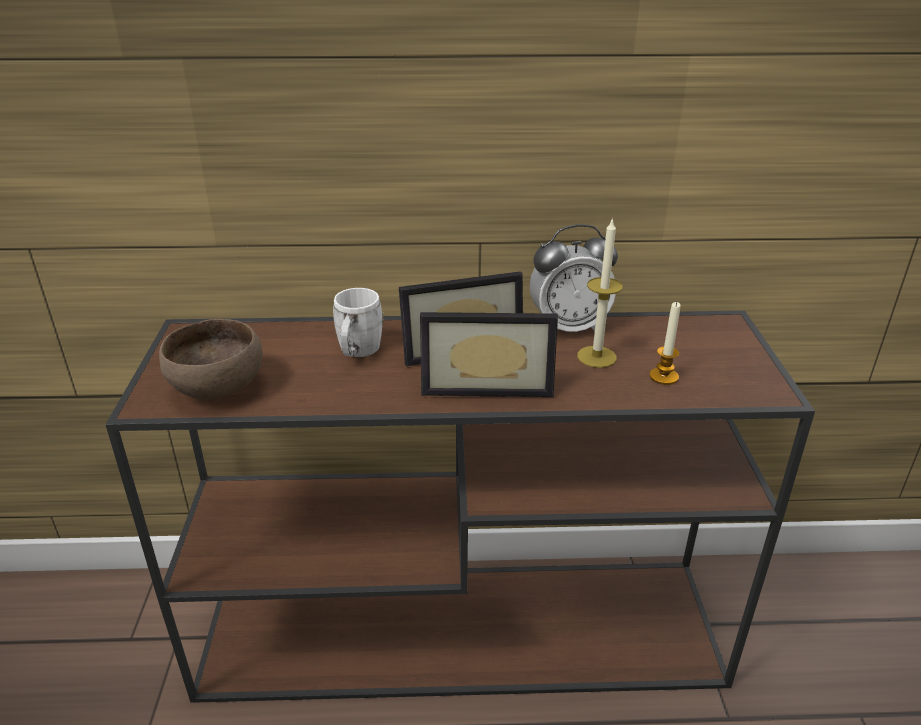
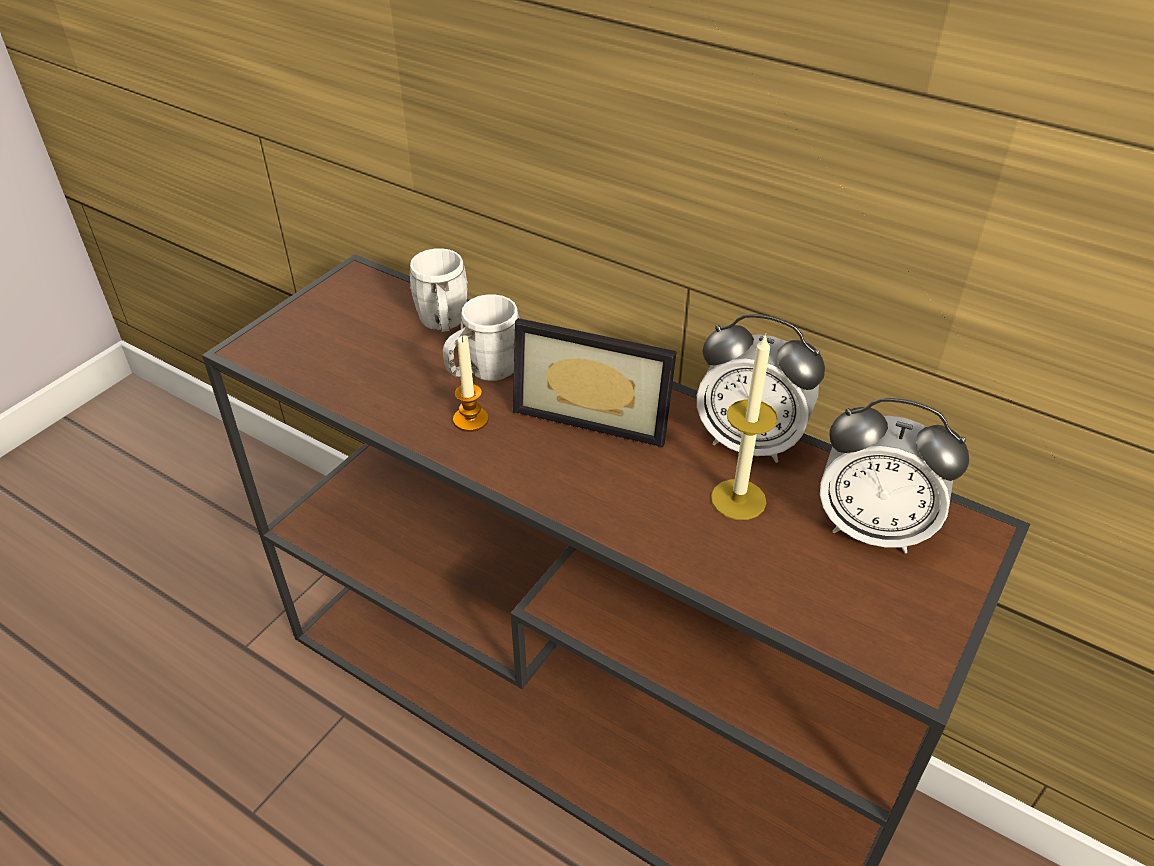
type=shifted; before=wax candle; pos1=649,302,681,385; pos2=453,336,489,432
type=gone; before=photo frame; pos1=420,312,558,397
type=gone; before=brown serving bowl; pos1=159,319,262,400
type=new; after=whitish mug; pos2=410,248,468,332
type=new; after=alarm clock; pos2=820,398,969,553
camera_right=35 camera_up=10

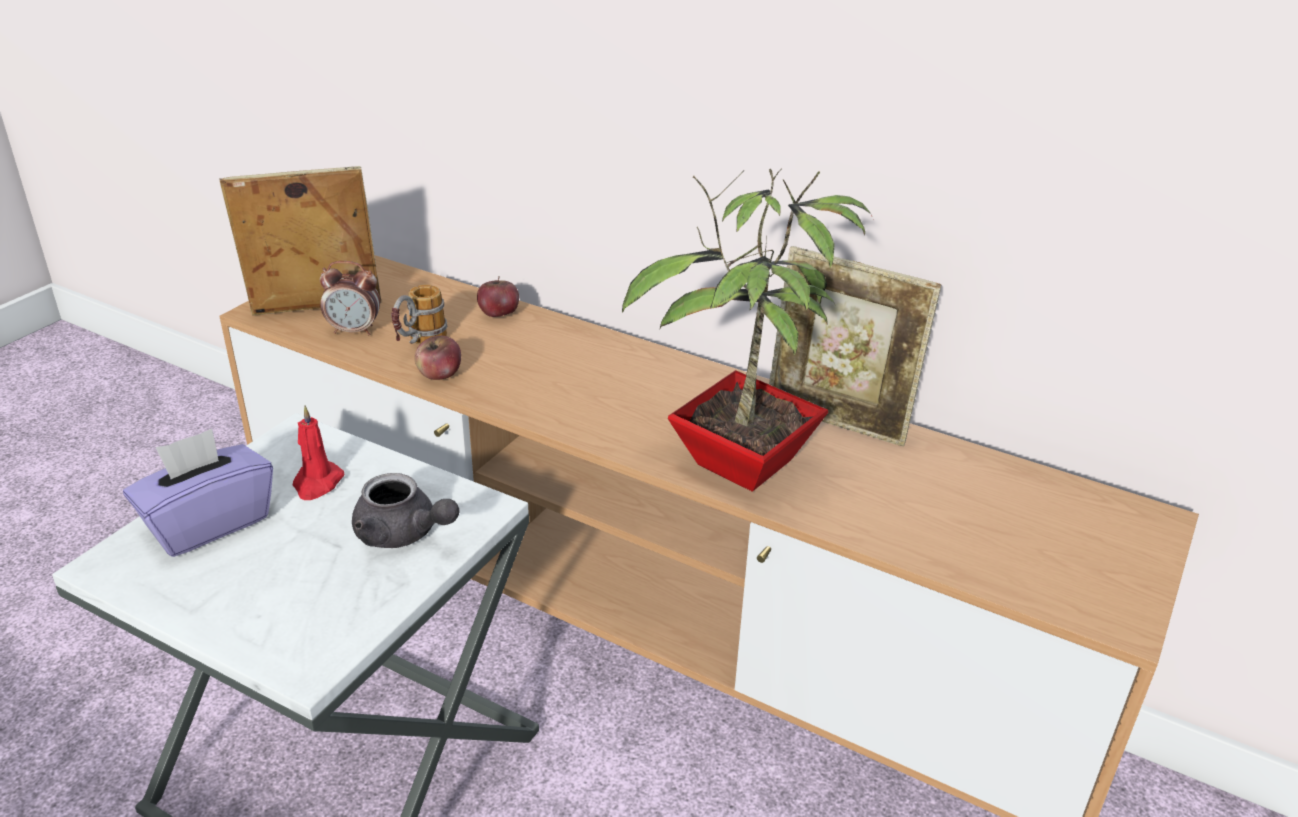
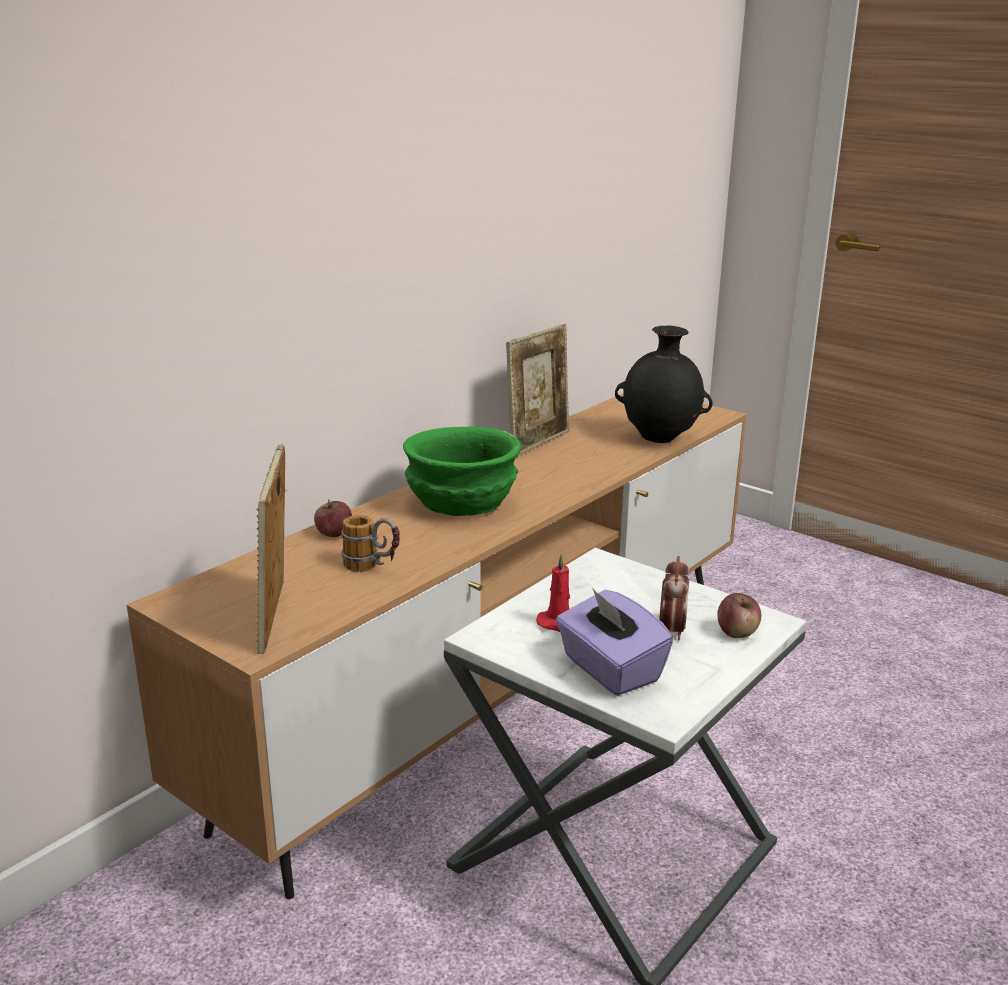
type=gone; before=plant in a pot; pos1=622,169,872,492
type=shifted; before=alarm clock; pos1=320,261,380,335; pos2=659,556,689,640
type=shifted; before=whole apple; pos1=414,336,461,380; pos2=717,593,761,638
type=gone; before=grey tea pot; pos1=352,473,460,548
type=new; after=blackish flower vase; pos2=615,326,713,443
type=new; after=green-coloured serving bowl; pos2=403,427,521,516
camera_right=-80 camera_up=-10

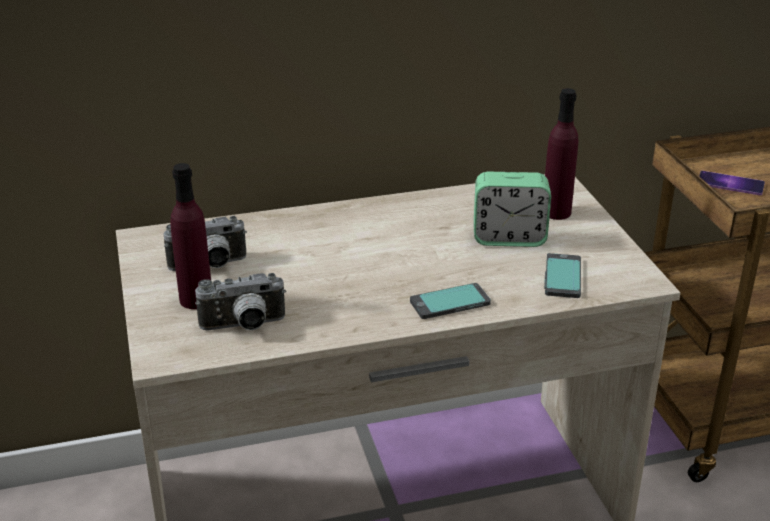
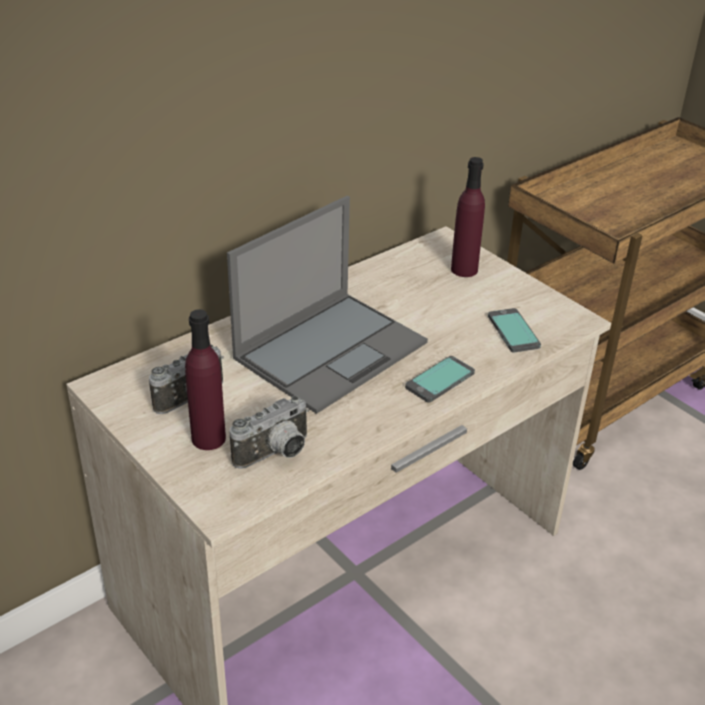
type=gone; before=handset; pos1=699,171,765,195
type=gone; before=alarm clock; pos1=474,172,551,247
type=new; after=portable computer; pos2=227,196,428,414
camera_right=-25 camera_up=5

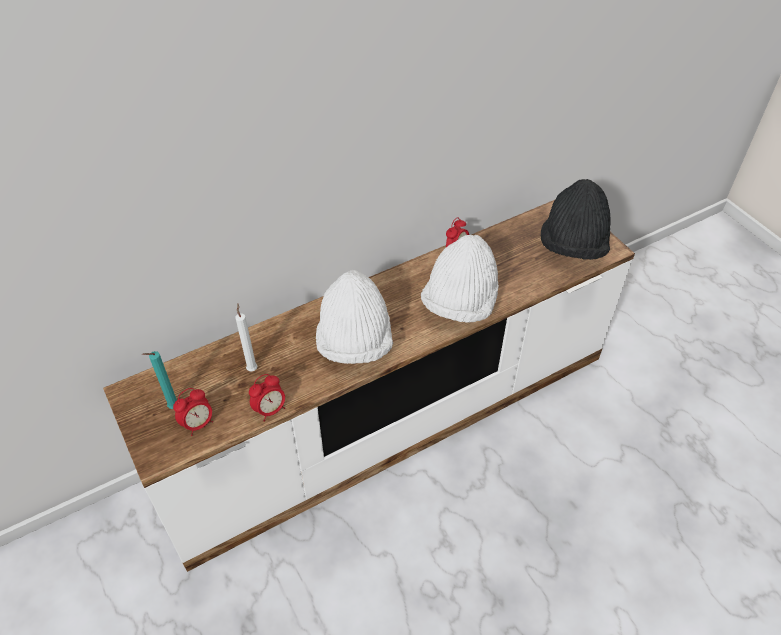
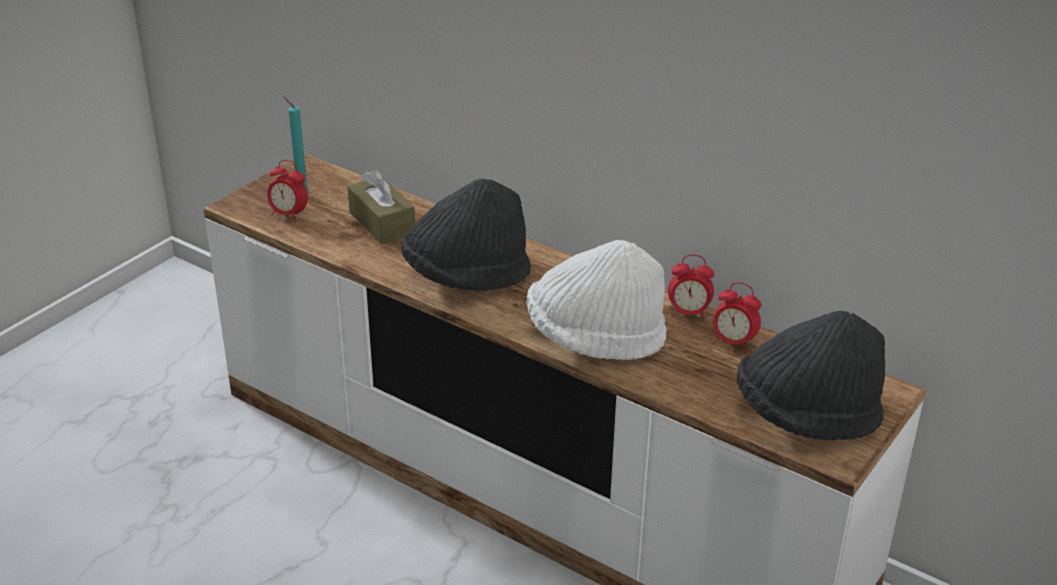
type=repainted; before=whitish wearable hat; after=blackish wearable hat; pos1=316,270,393,364; pos2=402,179,531,291
type=swapped; before=whitish wax candle; after=brown box of tissues; pos1=235,303,258,371; pos2=347,169,415,244
type=shifted; before=alarm clock; pos1=249,374,285,422; pos2=713,282,761,352
camera_right=65 camera_up=-15

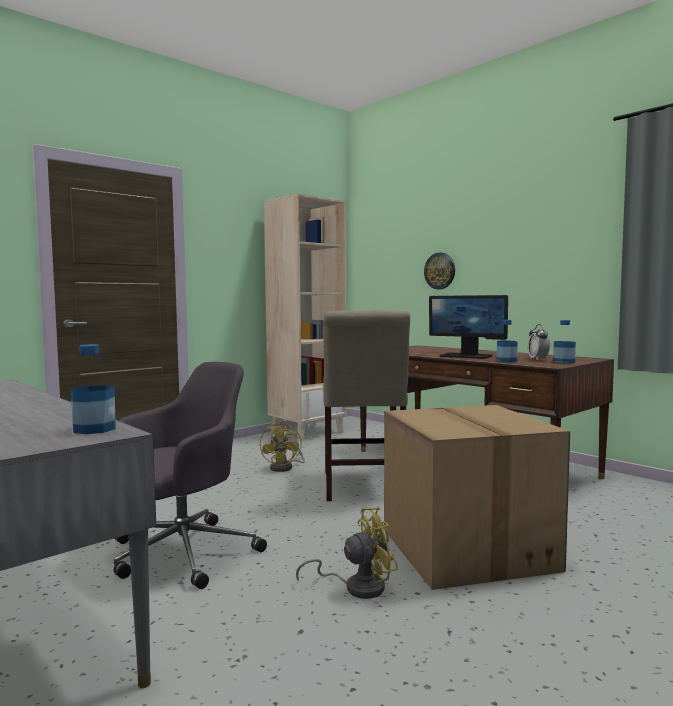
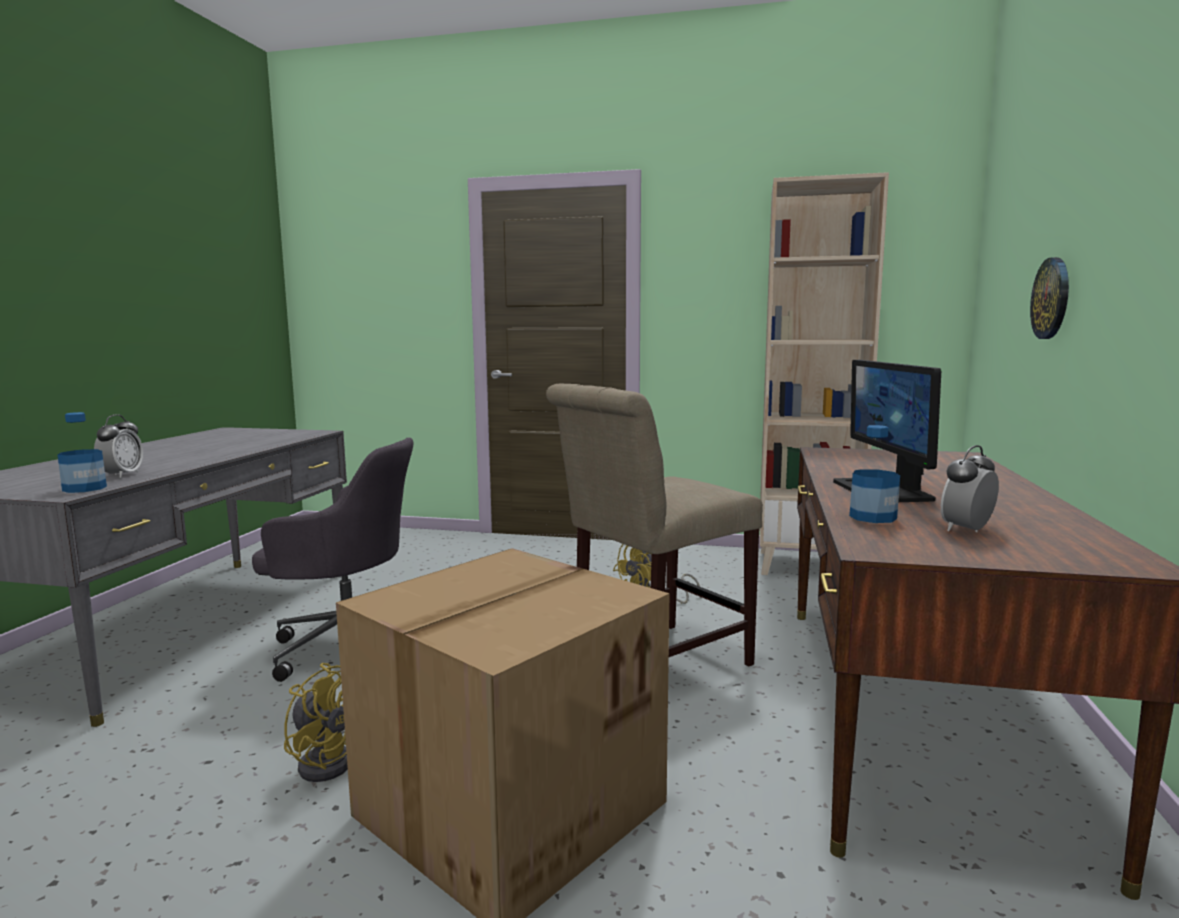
type=gone; before=drink bottle; pos1=553,320,576,363
type=new; after=alarm clock; pos2=94,414,143,478
camera_right=55 camera_up=5

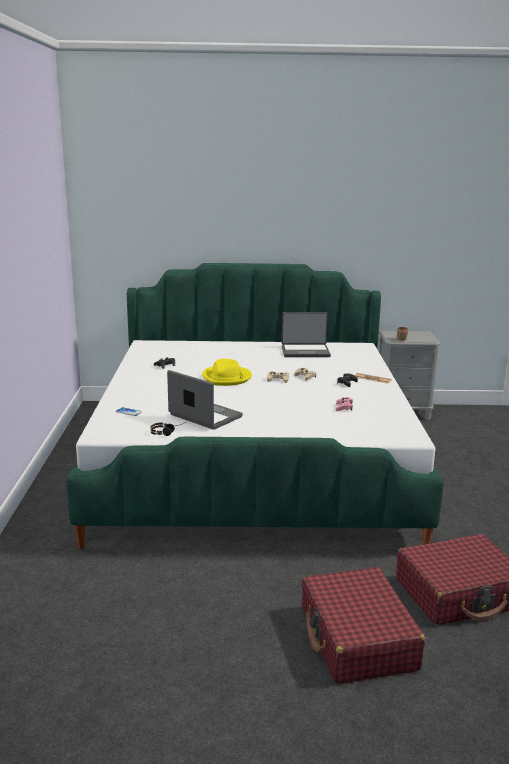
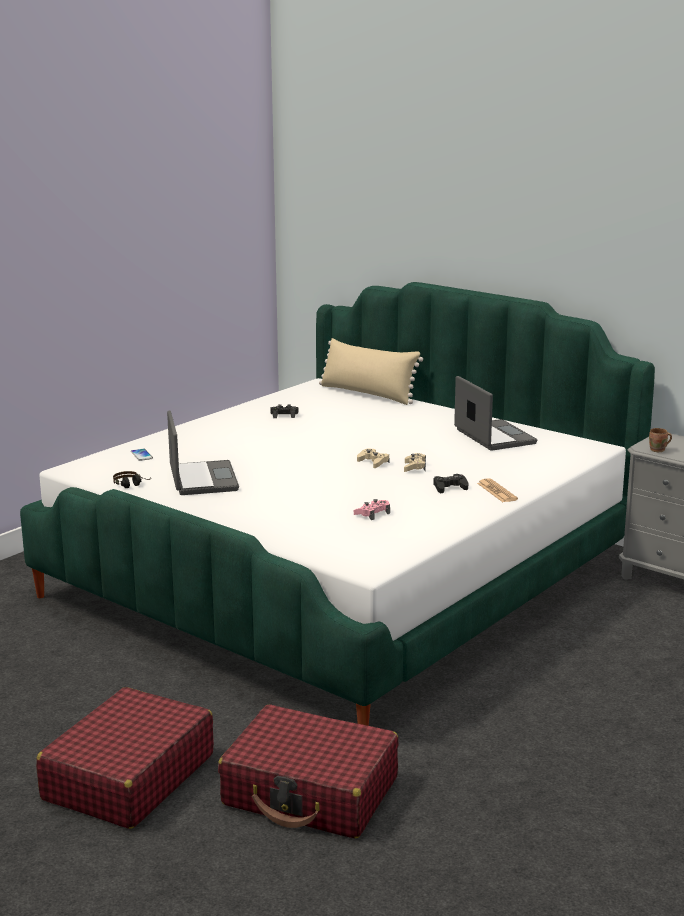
type=rotated; before=portable computer; pos1=282,312,331,357; pos2=454,376,537,451; turn=-150
type=gone; before=yellow-coloured wearable hat; pos1=202,359,252,386
type=new; after=beige cushion; pos2=319,338,423,405
camera_right=40 camera_up=0

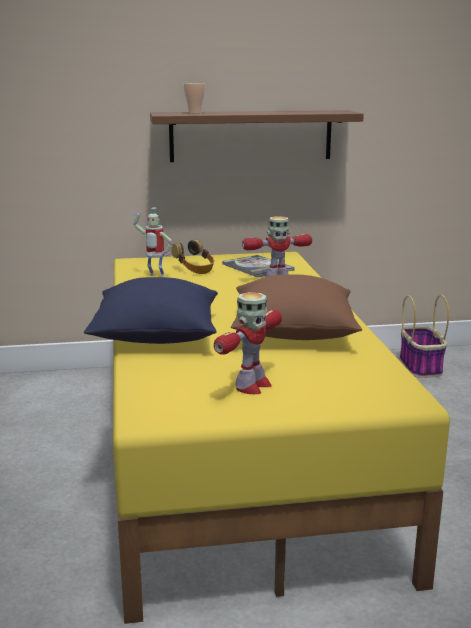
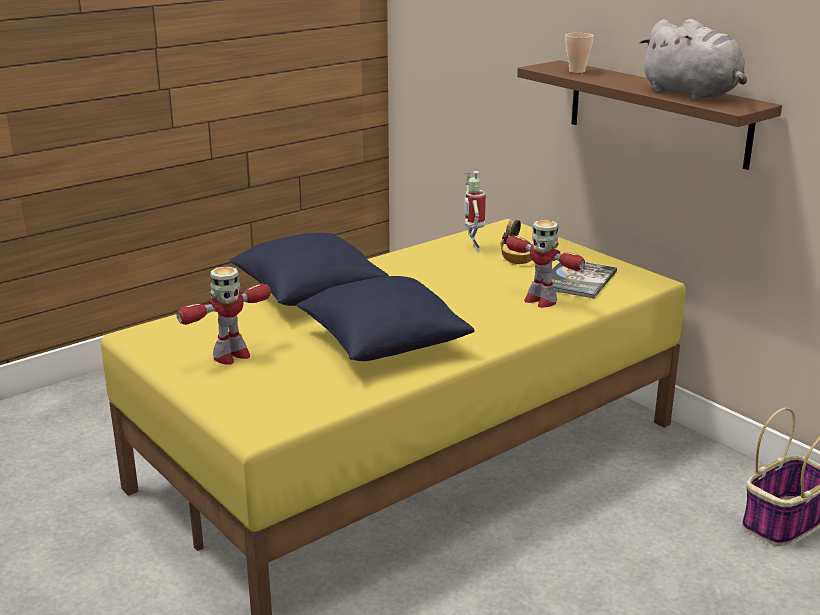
type=repainted; before=brown cushion; after=bluish cushion; pos1=231,274,362,340; pos2=297,276,474,361
type=rotated; before=toy robot; pos1=214,292,282,394; pos2=177,266,271,365; turn=-45
type=new; after=grey soft toy; pos2=640,19,747,100
camera_right=60 camera_up=5

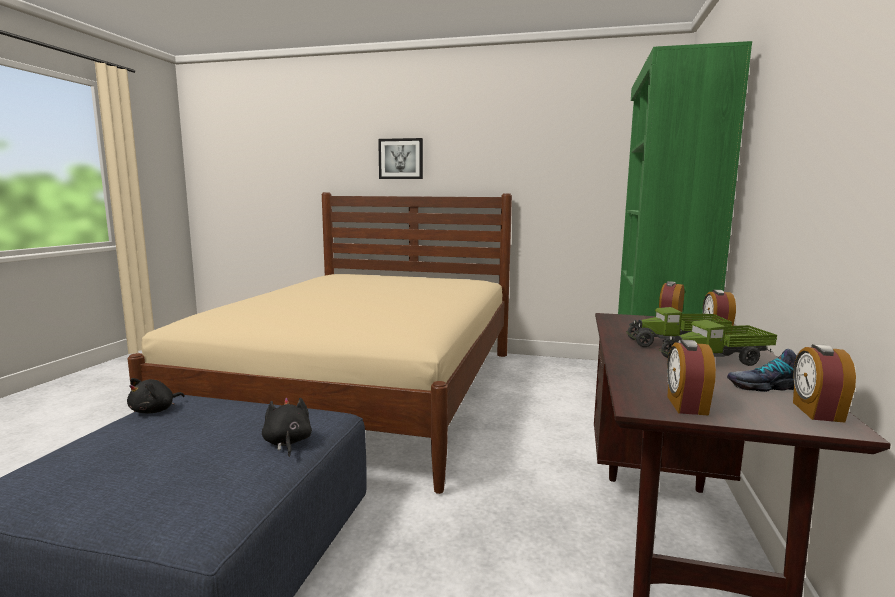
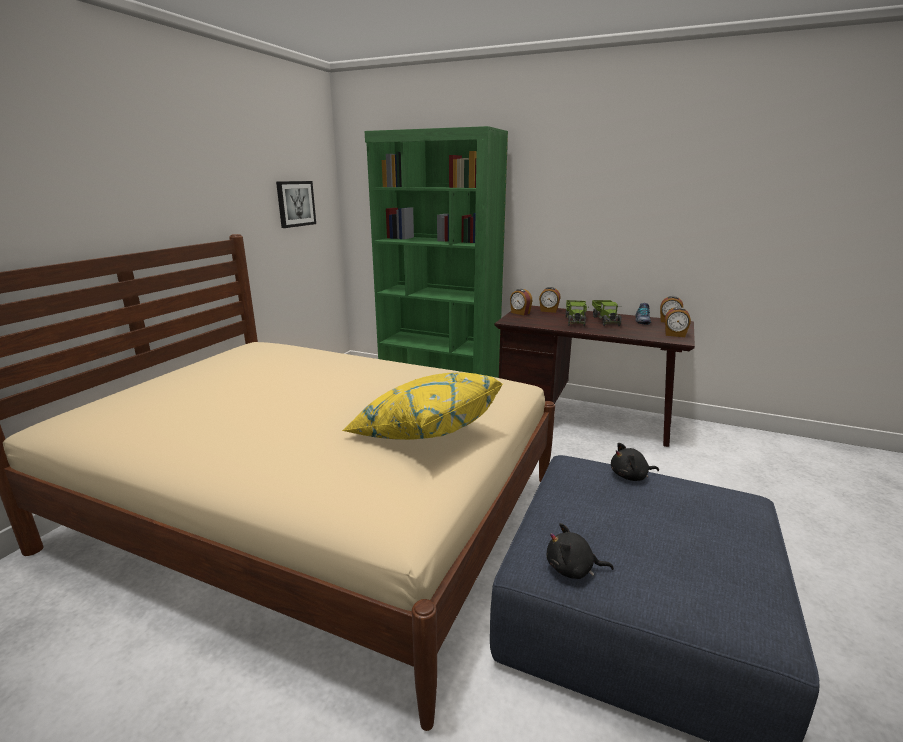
type=shifted; before=picture; pos1=378,138,423,179; pos2=276,181,316,228
type=rotated; before=blackish soft toy; pos1=127,378,185,413; pos2=547,523,614,579; turn=150
type=new; after=yellow-coloured cushion; pos2=342,372,503,440
camera_right=-80 camera_up=10

